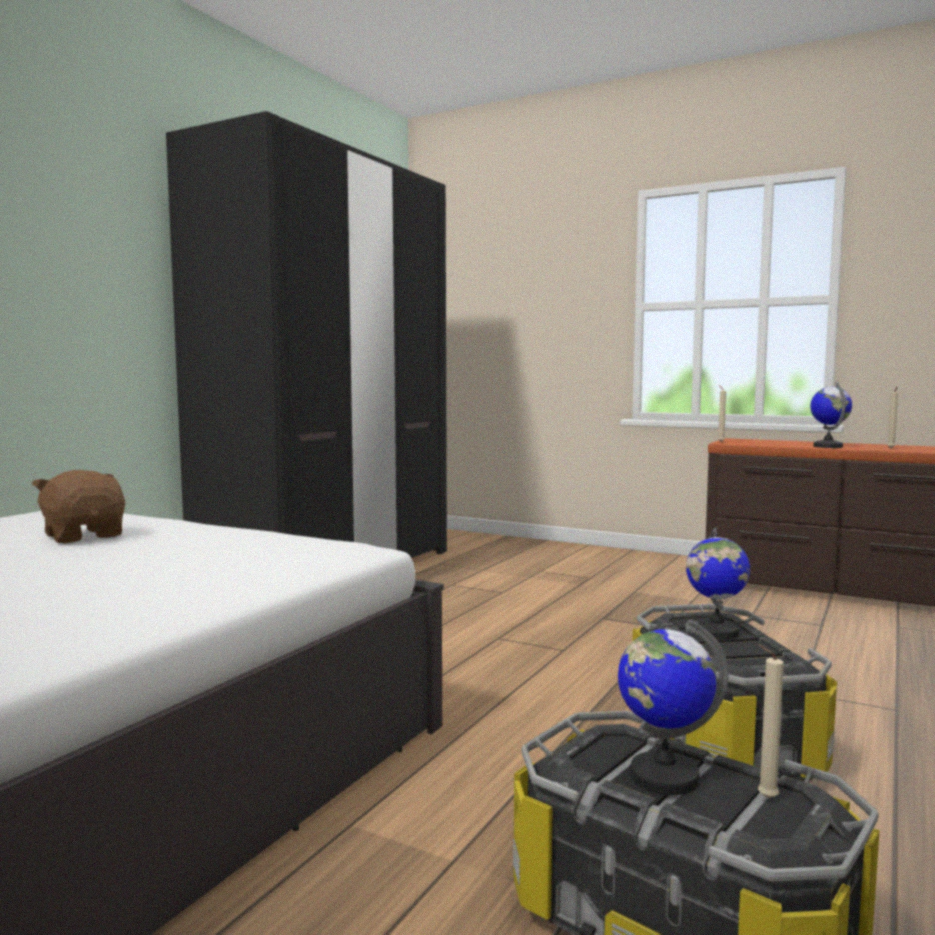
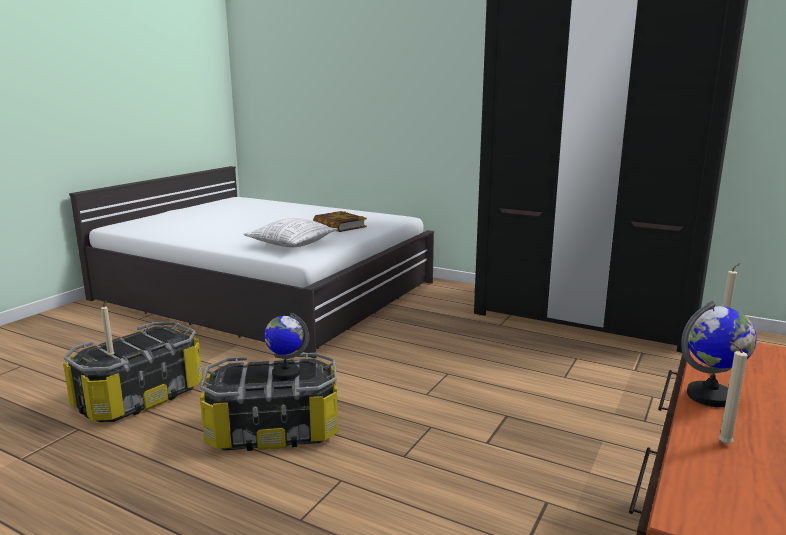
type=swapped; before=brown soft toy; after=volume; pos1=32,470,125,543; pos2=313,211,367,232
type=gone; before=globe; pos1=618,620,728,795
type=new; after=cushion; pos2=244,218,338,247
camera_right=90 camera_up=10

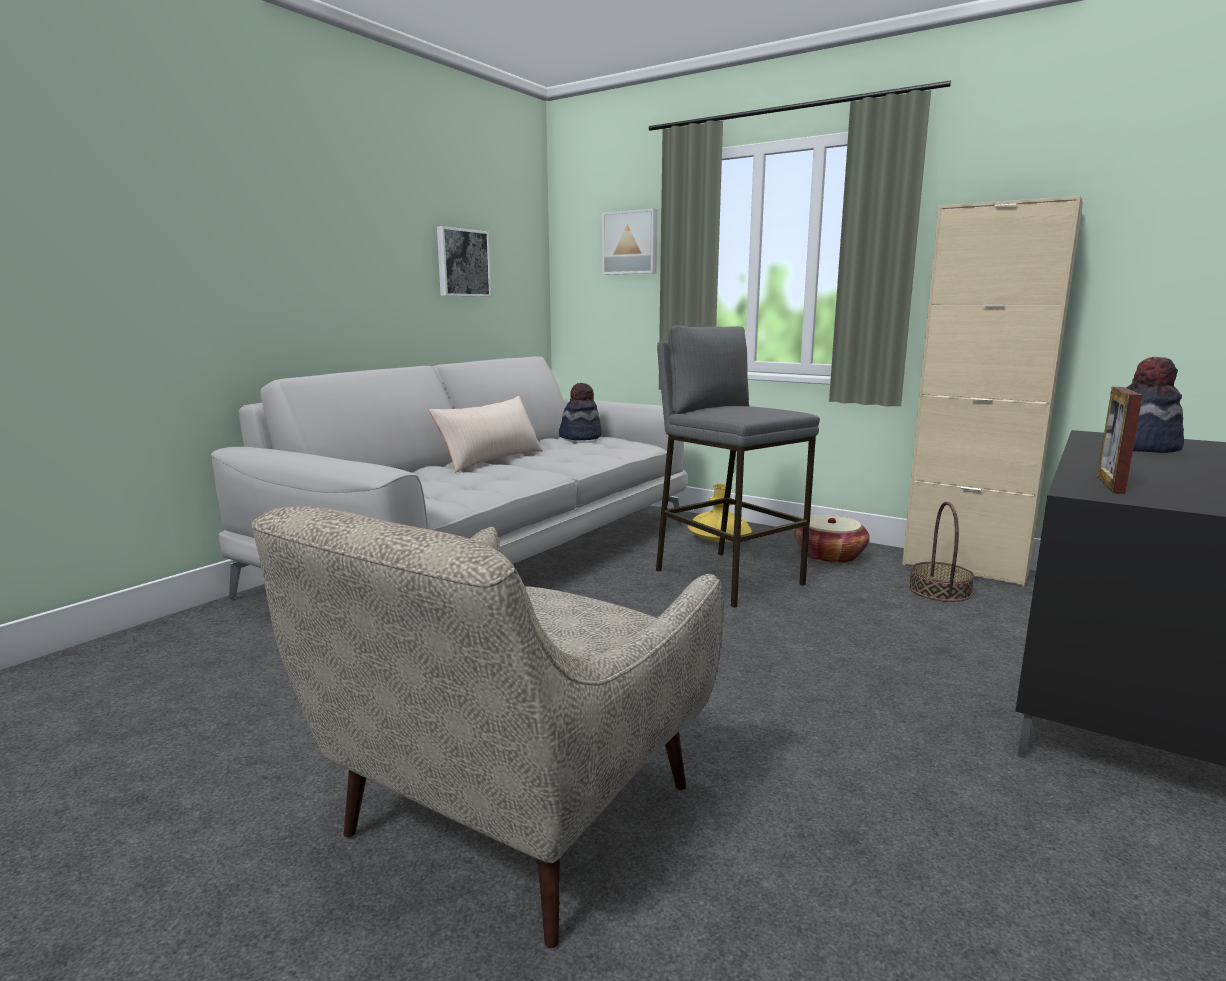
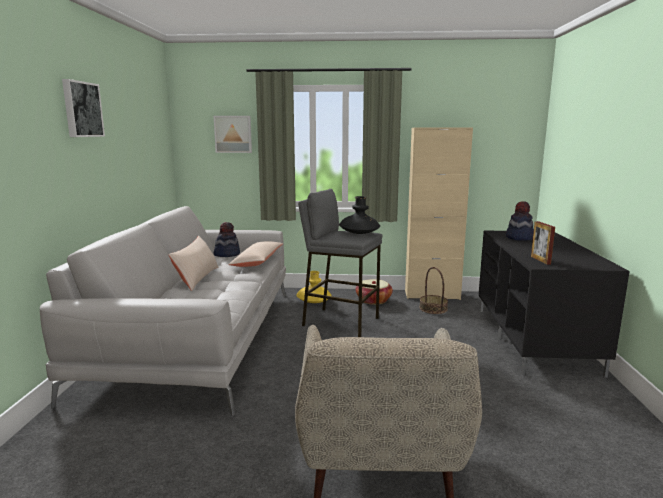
type=shifted; before=picture; pos1=437,226,491,296; pos2=62,79,105,137
type=new; after=blackish flower vase; pos2=339,196,380,234
type=new; after=beige cushion; pos2=228,241,283,267
camera_right=-30 camera_up=0

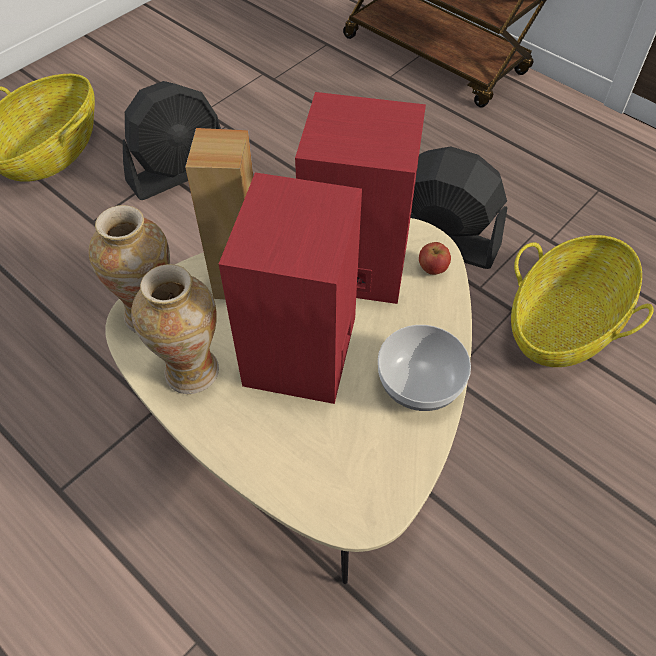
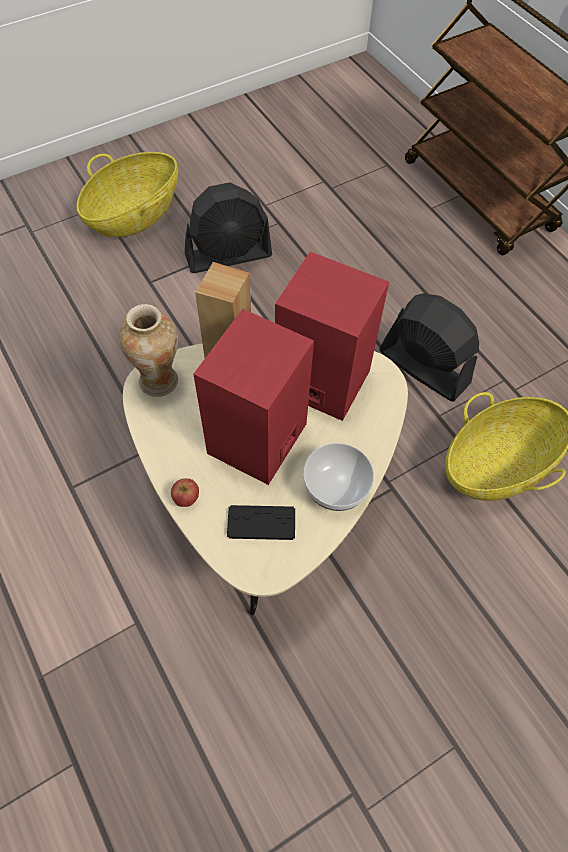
type=shifted; before=whole apple; pos1=419,242,451,275; pos2=171,478,199,507
type=gone; before=flower vase; pos1=131,264,219,394
type=new; after=blackish gamepad; pos2=227,505,295,540
camera_right=15 camera_up=5

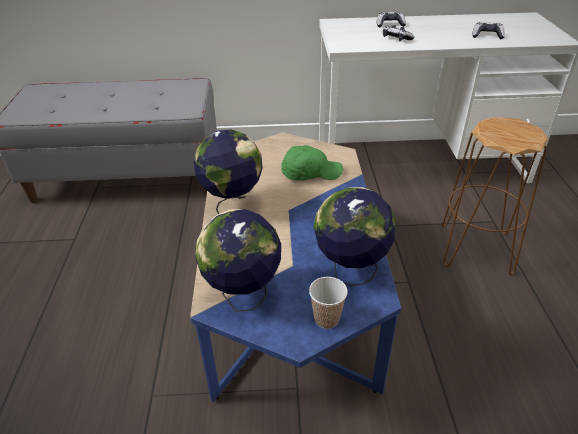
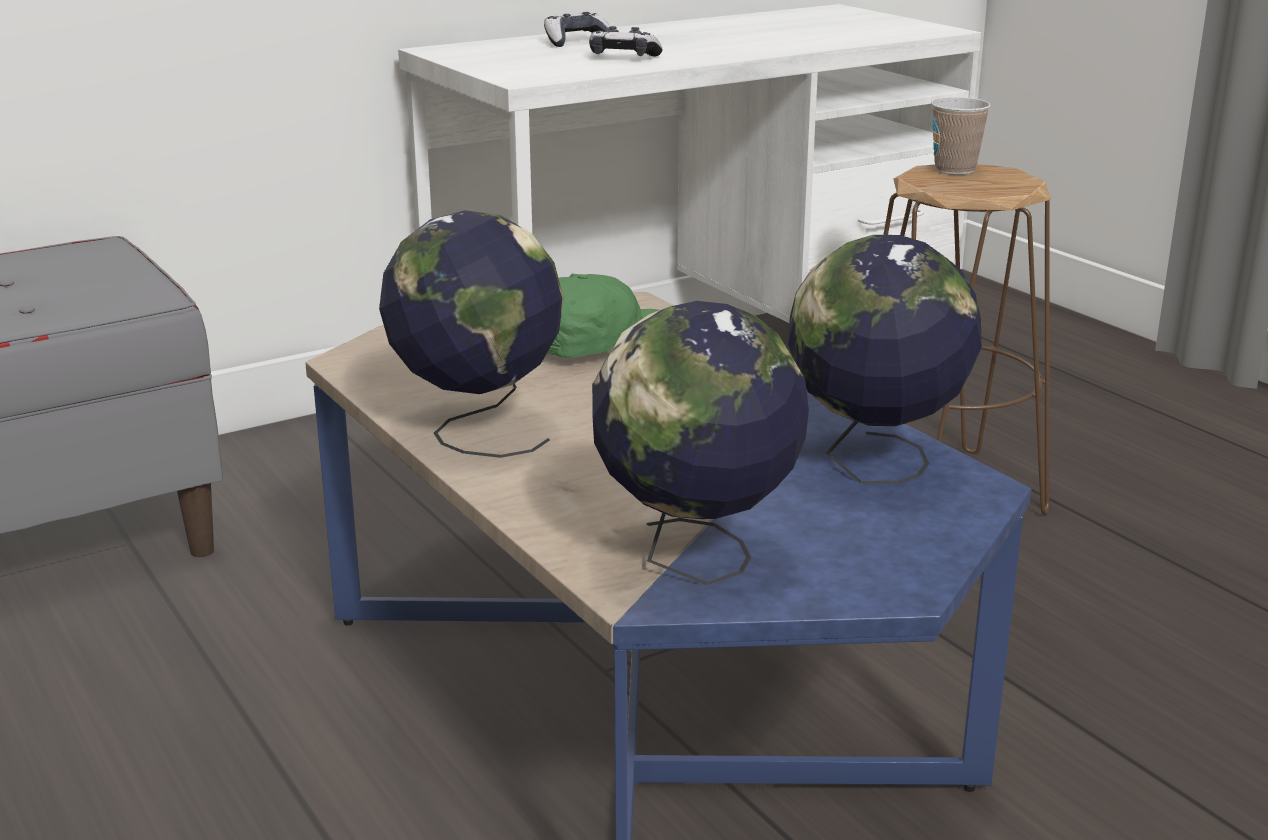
type=gone; before=gamepad; pos1=472,22,505,39
type=shifted; before=small cup; pos1=309,277,348,329; pos2=931,97,991,175
camera_right=-30 camera_up=-15

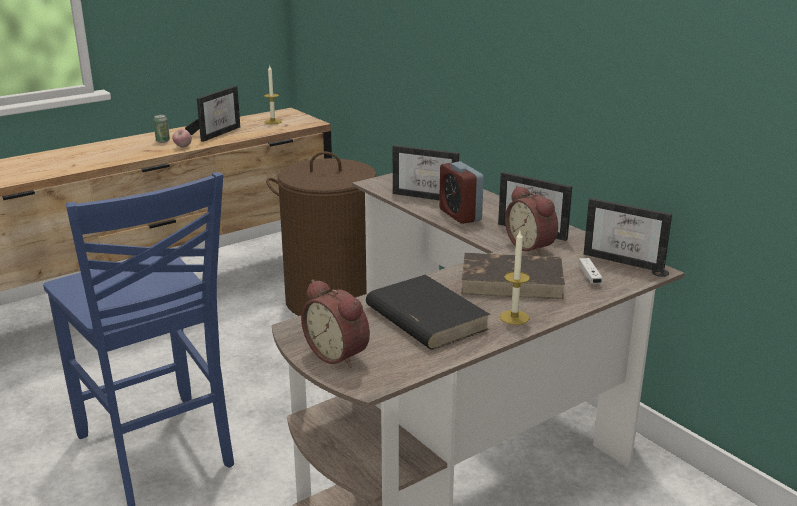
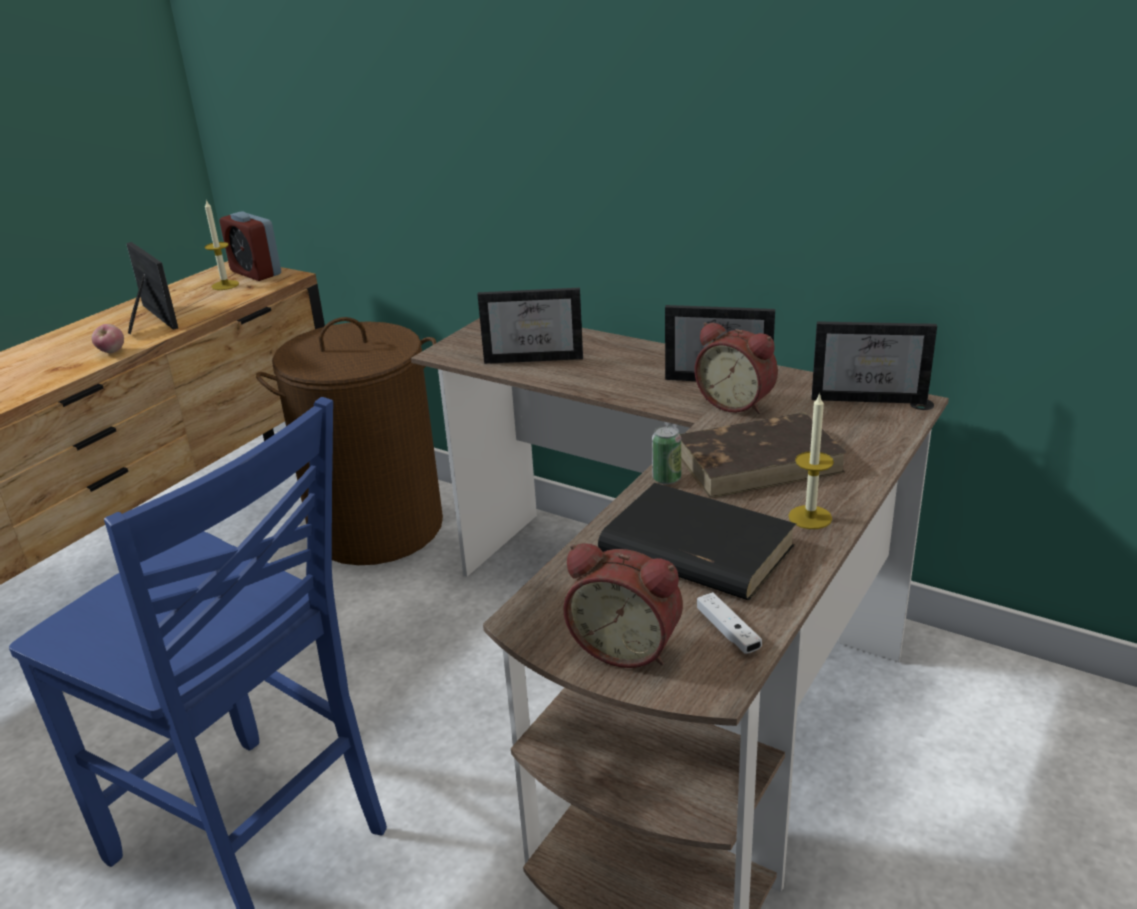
type=rotated; before=photo frame; pos1=185,86,240,142; pos2=126,242,178,334; turn=-45
type=shifted; before=metal can; pos1=153,115,170,143; pos2=652,425,681,484
type=shifted; before=alarm clock; pos1=439,161,484,224; pos2=219,212,281,281
type=shifted; before=whitish gamepad; pos1=579,258,603,284; pos2=697,592,762,654
camera_right=-20 camera_up=5

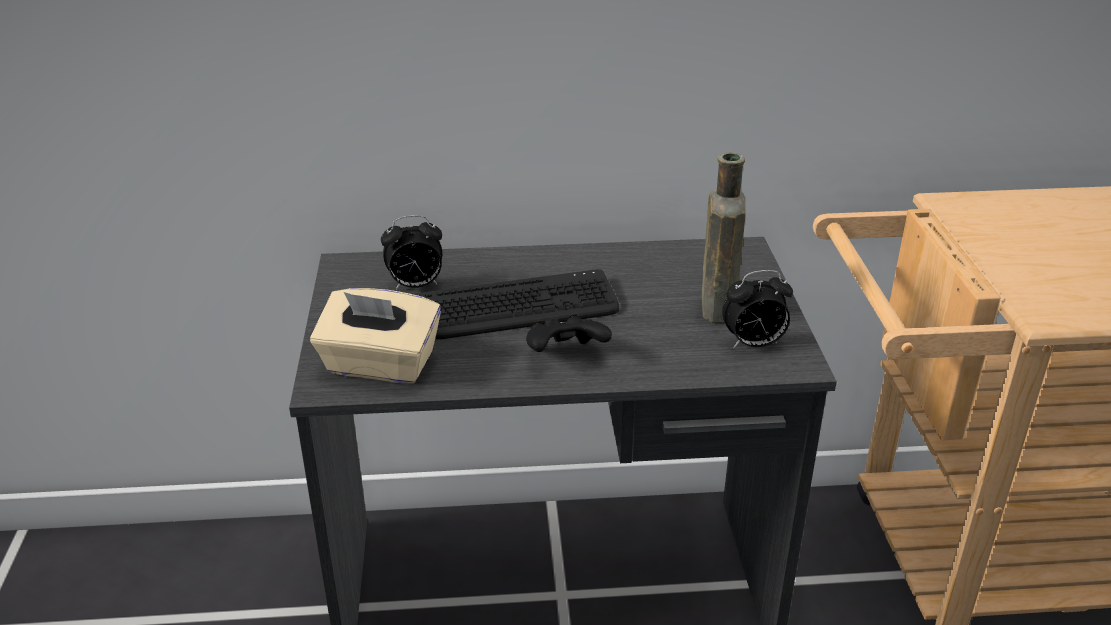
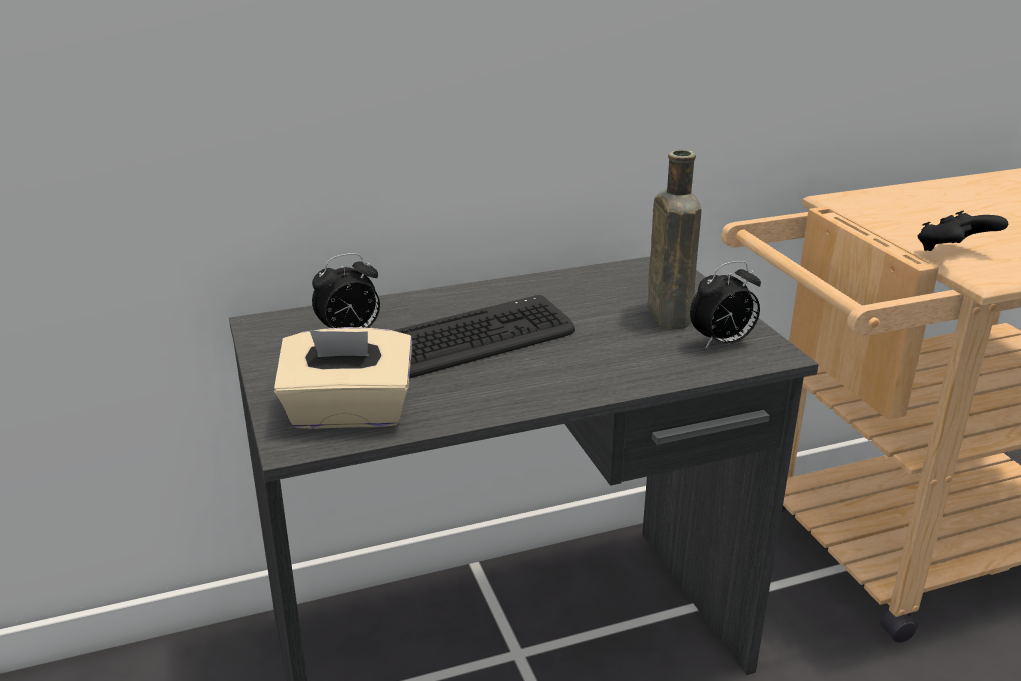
type=shifted; before=blackish gamepad; pos1=526,314,612,352; pos2=918,211,1008,251
camera_right=-15 camera_up=-5

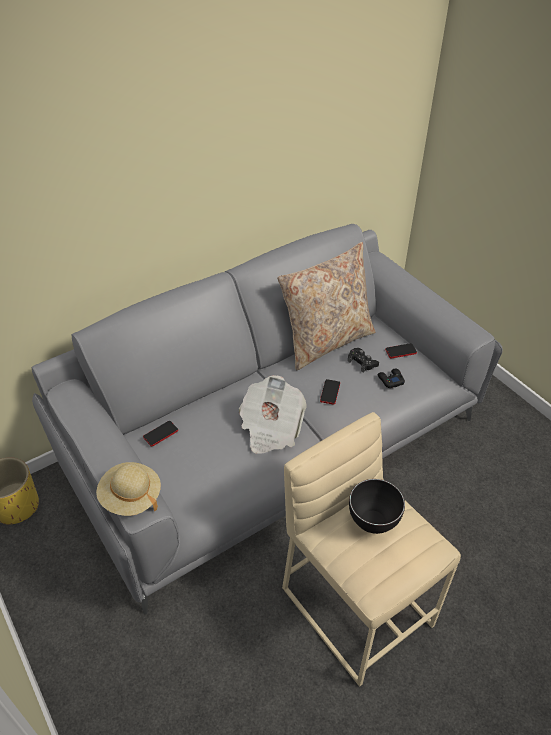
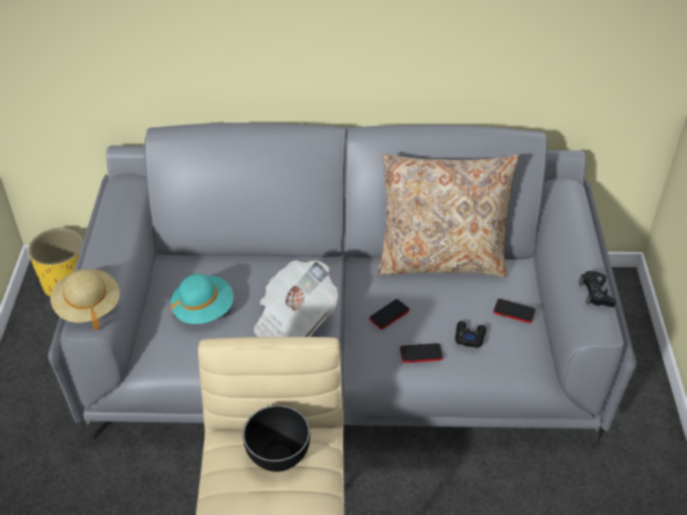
type=shifted; before=blackish gamepad; pos1=348,348,379,373; pos2=579,271,616,307
type=shifted; before=handset; pos1=143,421,178,447; pos2=400,343,443,363
type=new; after=turquoise wearable hat; pos2=171,274,233,324
camera_right=35 camera_up=0

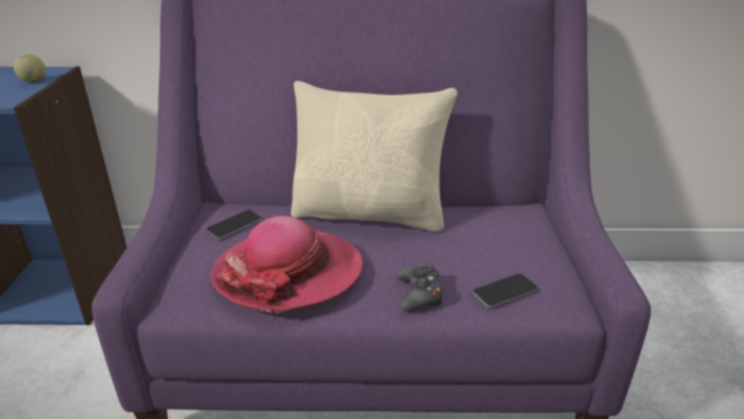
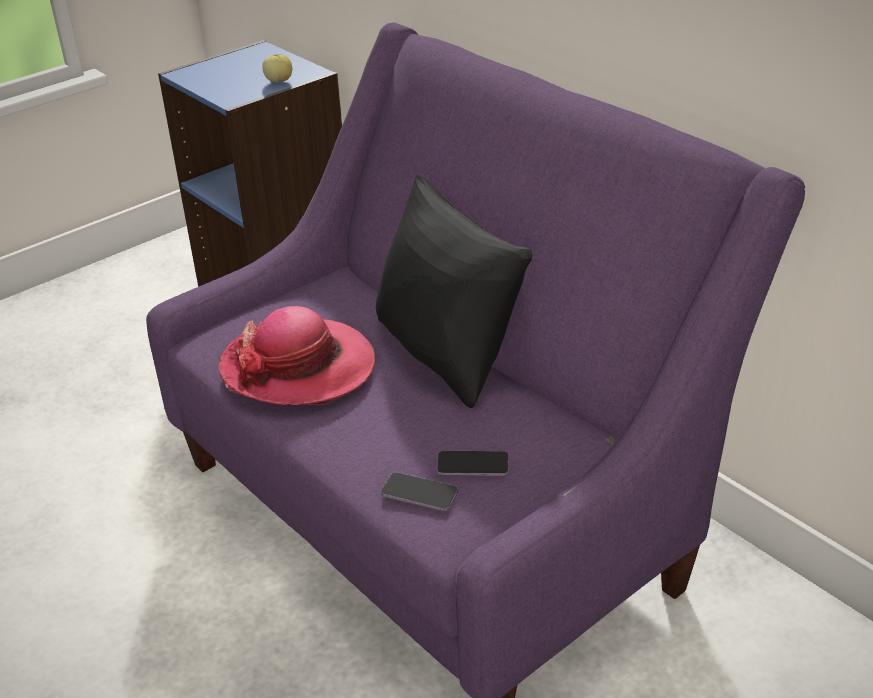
type=repainted; before=beige cushion; after=blackish cushion; pos1=291,81,457,232; pos2=376,174,532,408
type=shifted; before=handset; pos1=206,210,262,239; pos2=437,451,508,476
type=gone; before=blackish gamepad; pos1=397,263,444,311
camera_right=50 camera_up=5

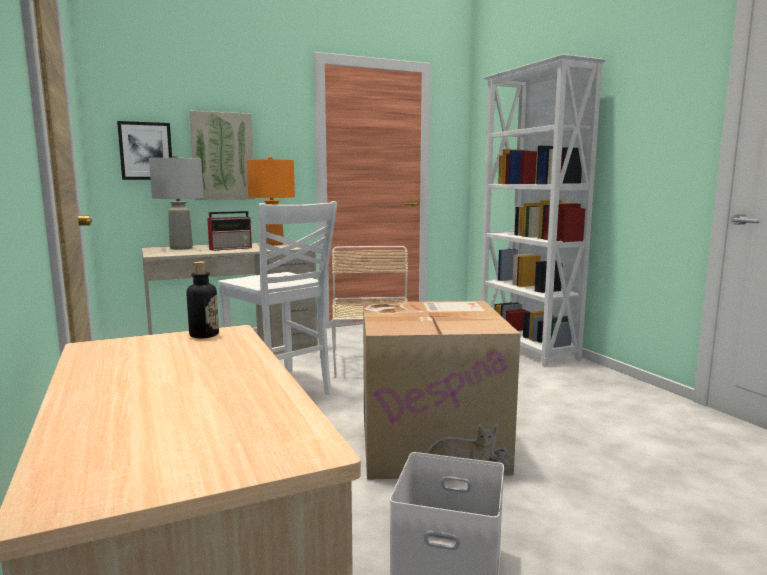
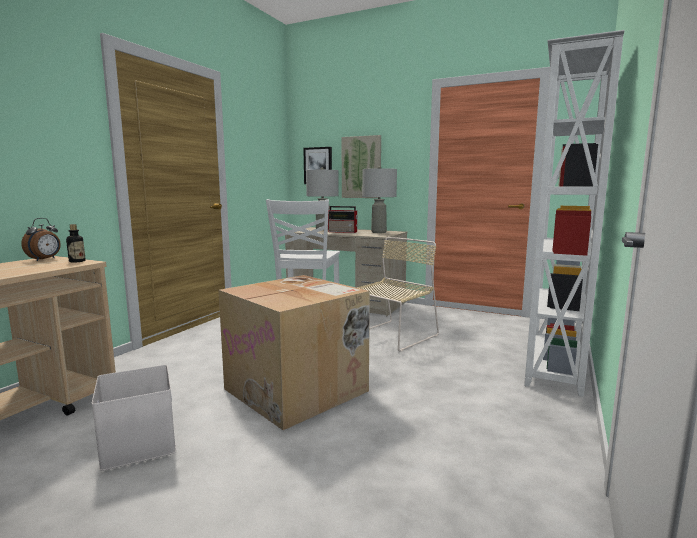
type=repainted; before=orangey table lamp; after=grey table lamp; pos1=247,156,295,246; pos2=362,166,397,233
type=new; after=alarm clock; pos2=21,218,61,261
camera_right=50 camera_up=0

